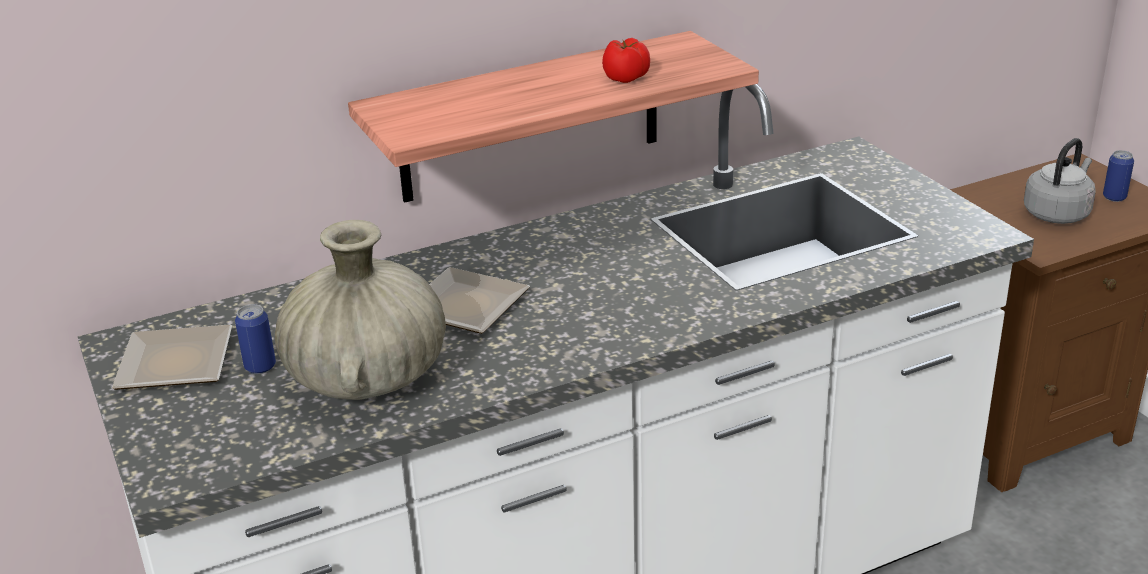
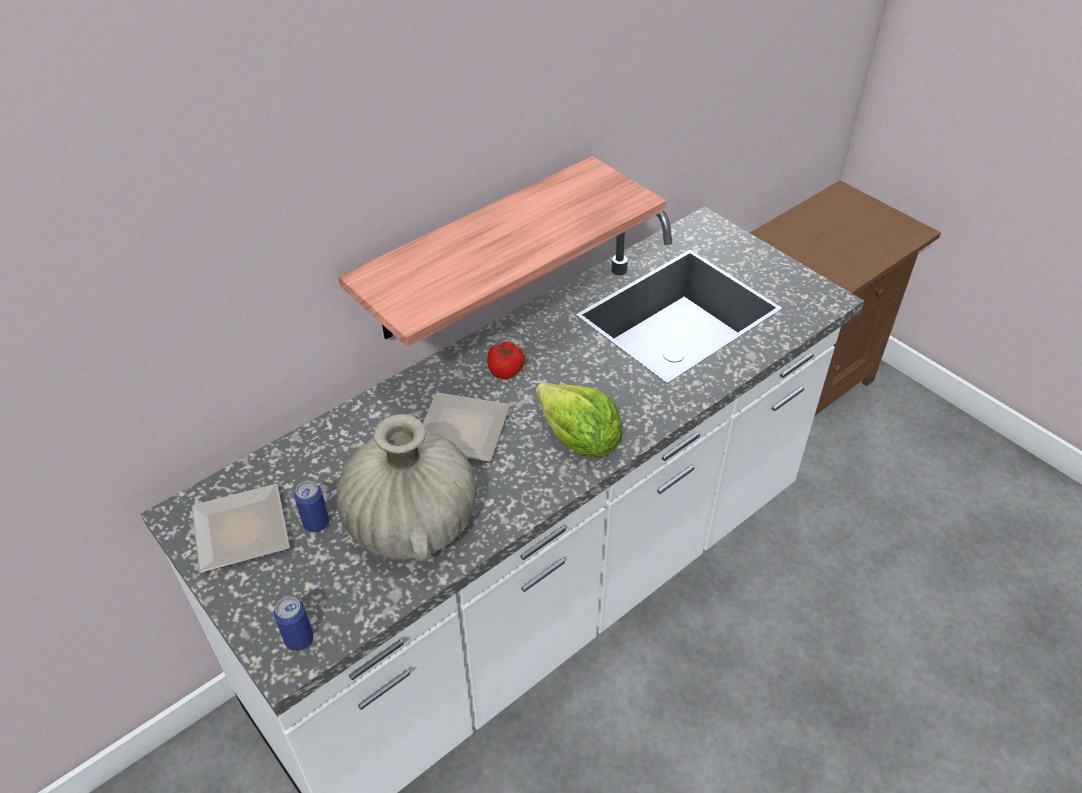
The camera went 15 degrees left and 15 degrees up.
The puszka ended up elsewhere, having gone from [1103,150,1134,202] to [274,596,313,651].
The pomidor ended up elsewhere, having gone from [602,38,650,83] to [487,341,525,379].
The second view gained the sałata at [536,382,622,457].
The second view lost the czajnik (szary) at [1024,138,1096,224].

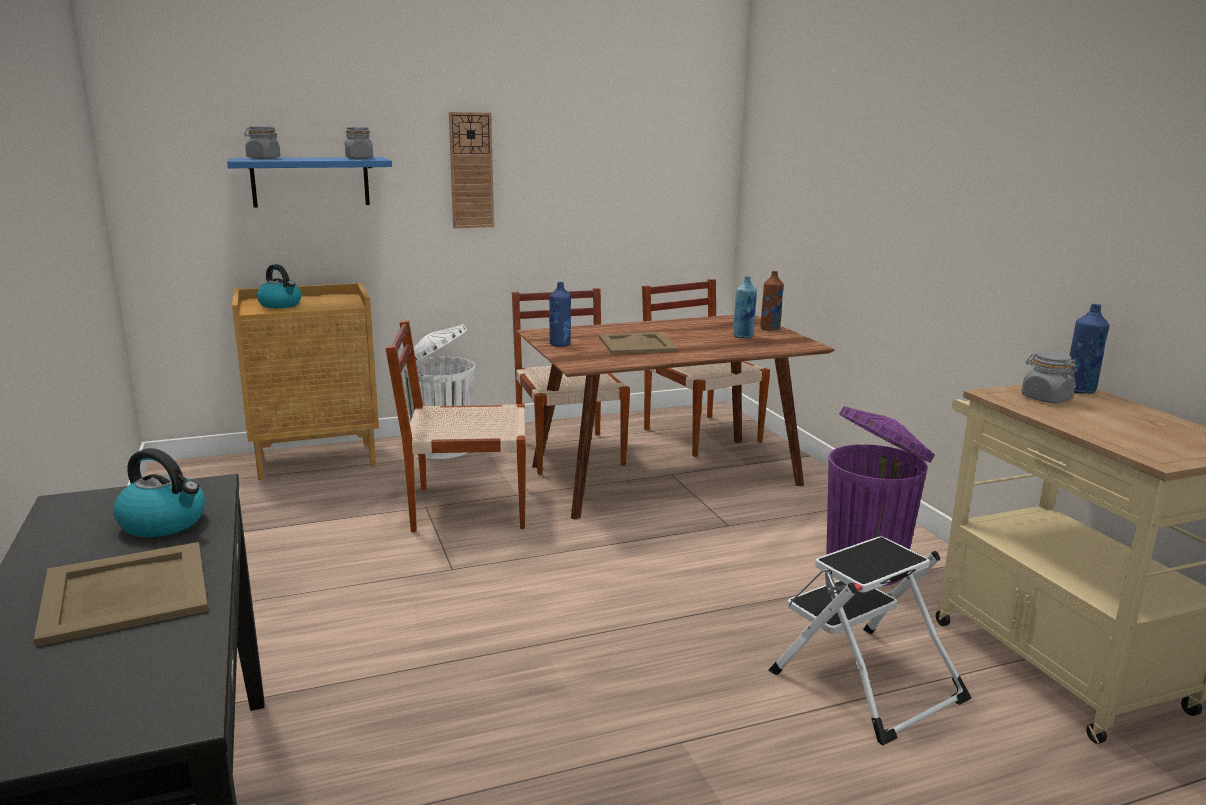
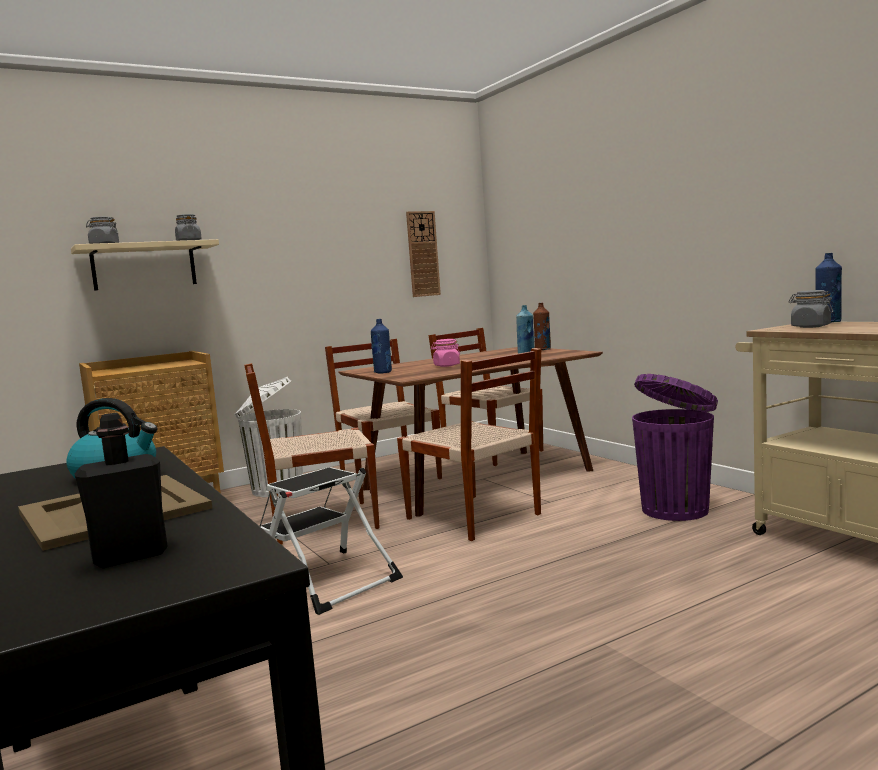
The camera went 10 degrees left and 10 degrees down.
What was the półka (niebieski) at [227,157,392,207] turned into the półka (beżowy) at [71,239,219,291].
The second view gained the butelka (czarny) at [74,413,168,568].
The drabinka ended up elsewhere, having gone from [769,536,971,745] to [260,467,403,615].
The second view gained the krzesło at [397,348,541,541].
The zegar ścienny ended up elsewhere, having gone from [449,112,494,228] to [406,211,441,297].
Where the taca (beżowy) stood at [599,332,678,354], the słoik (różowy) came to stand at [431,339,460,367].
The second view lost the czajnik at [256,264,302,308].

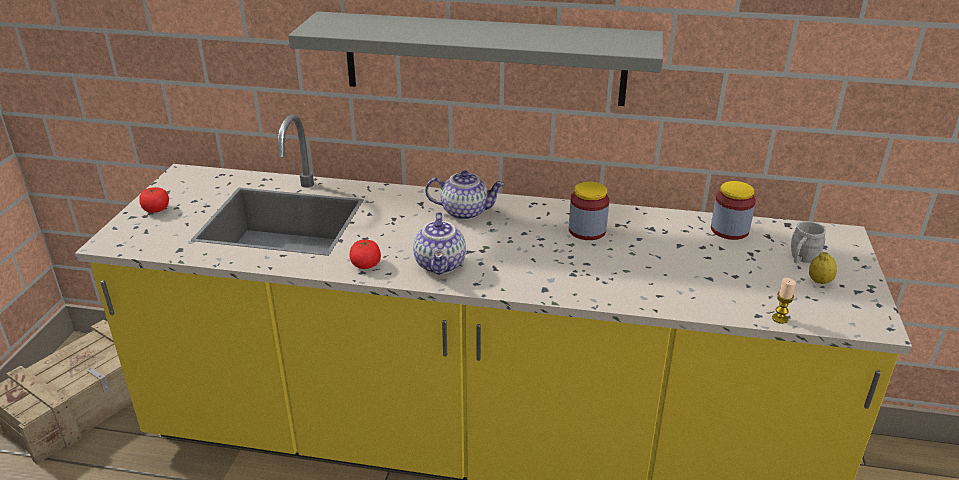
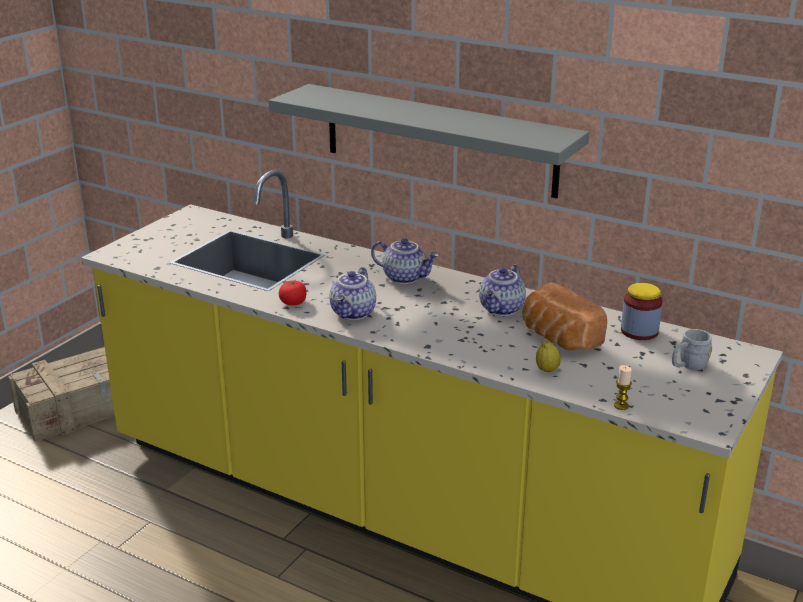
The camera went 20 degrees right and 5 degrees down.
Where the słoik stood at [569,181,609,240], the imbryk came to stand at [479,264,526,316].
The second view gained the chleb at [522,283,607,351].
The cytryna ended up elsewhere, having gone from [809,252,837,284] to [536,340,561,372].
The second view lost the pomidor at [139,187,169,213].

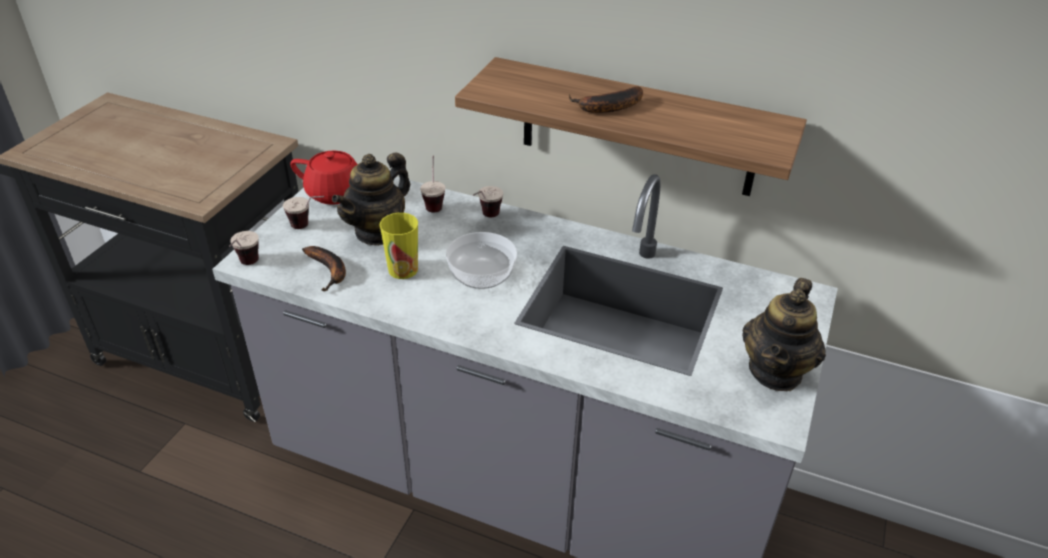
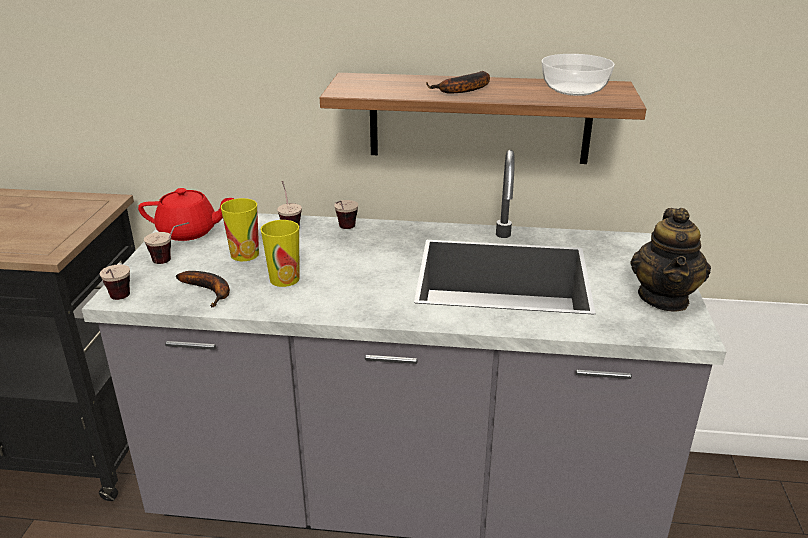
The camera went 15 degrees left and 10 degrees down.
Where the imbryk stood at [332,152,410,246], the filiżanka came to stand at [221,198,259,261].
The miska ended up elsewhere, having gone from [446,232,517,289] to [542,54,615,96].

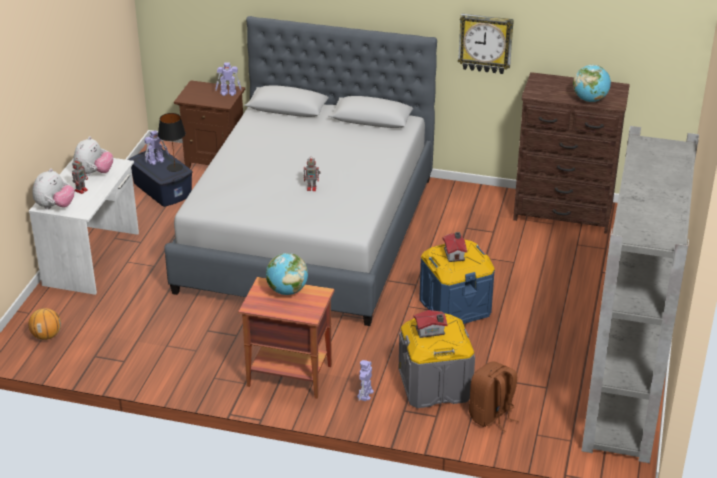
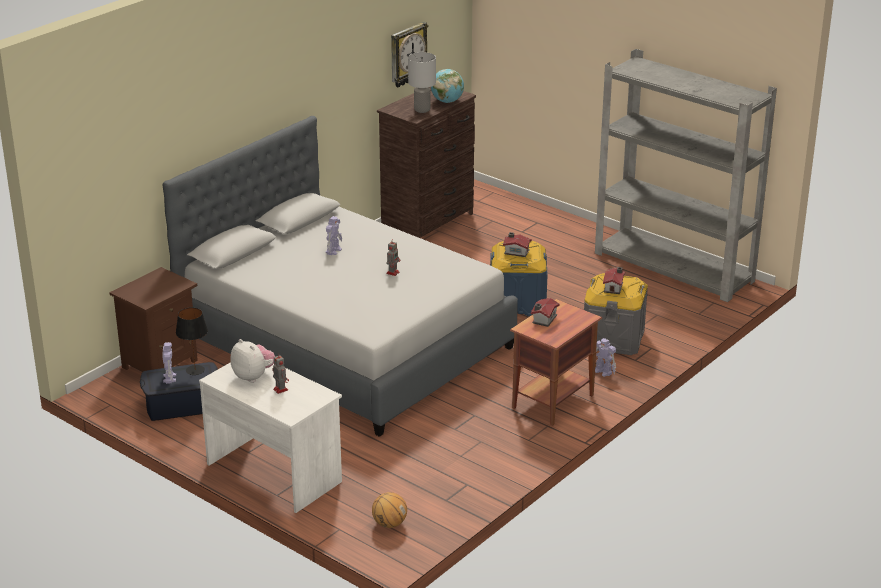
The camera went 65 degrees left and 5 degrees down.
The robot zabawkowy ended up elsewhere, having gone from [215,63,241,96] to [326,216,342,255].
The zegar ścienny ended up elsewhere, having gone from [458,13,514,74] to [391,22,428,87].
The second view gained the lampa stołowa (szary) at [408,52,436,113].
Where the globus stood at [266,253,308,295], the domek came to stand at [531,298,560,327].
The second view lost the pluszak at [32,168,75,209].
The second view lost the plecak (brązowy) at [469,361,519,432].

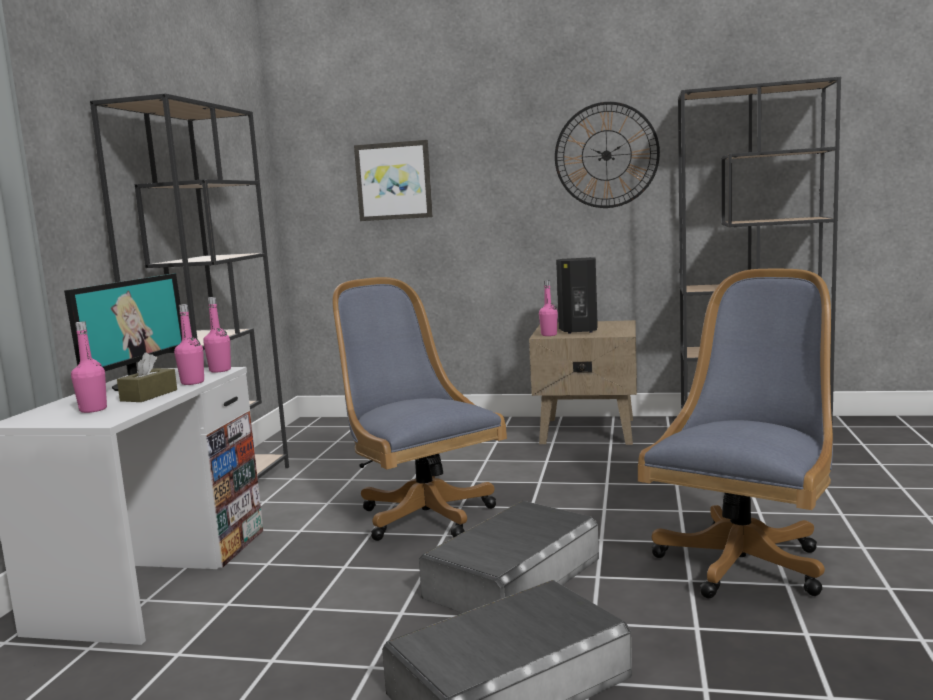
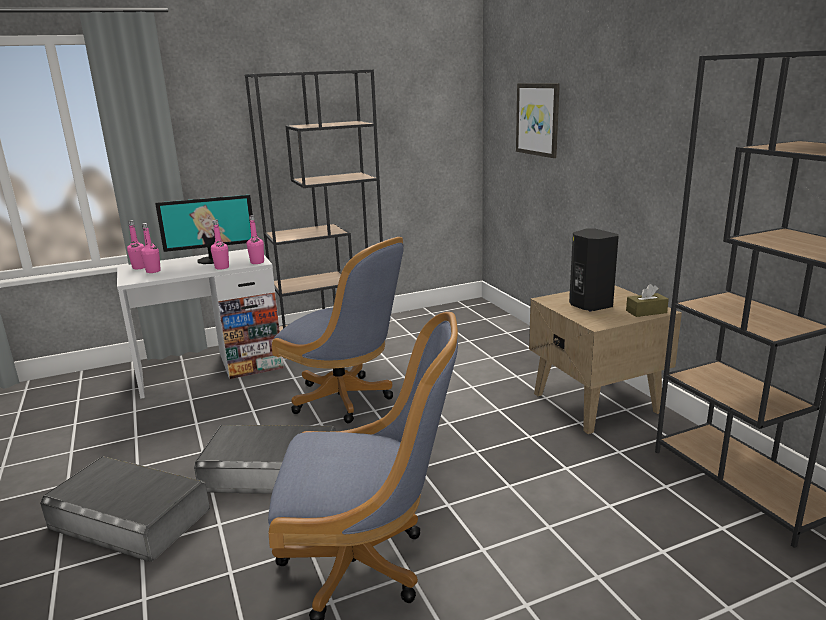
The camera went 55 degrees right and 10 degrees up.
The butelka (różowy) ended up elsewhere, having gone from [539,280,558,336] to [127,220,145,269].
The krzesło biurowe (niebieski) at [333,277,507,541] ended up facing another way, 105 degrees clockwise from before.
The pudełko chusteczek (brązowy) ended up elsewhere, having gone from [117,352,177,402] to [626,284,669,317].
The second view lost the zegar ścienny at [555,102,660,208].

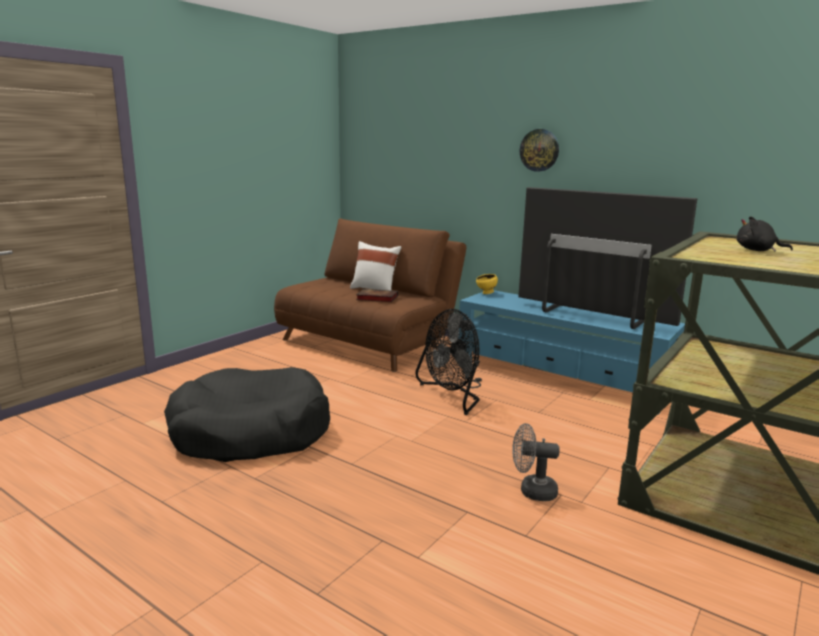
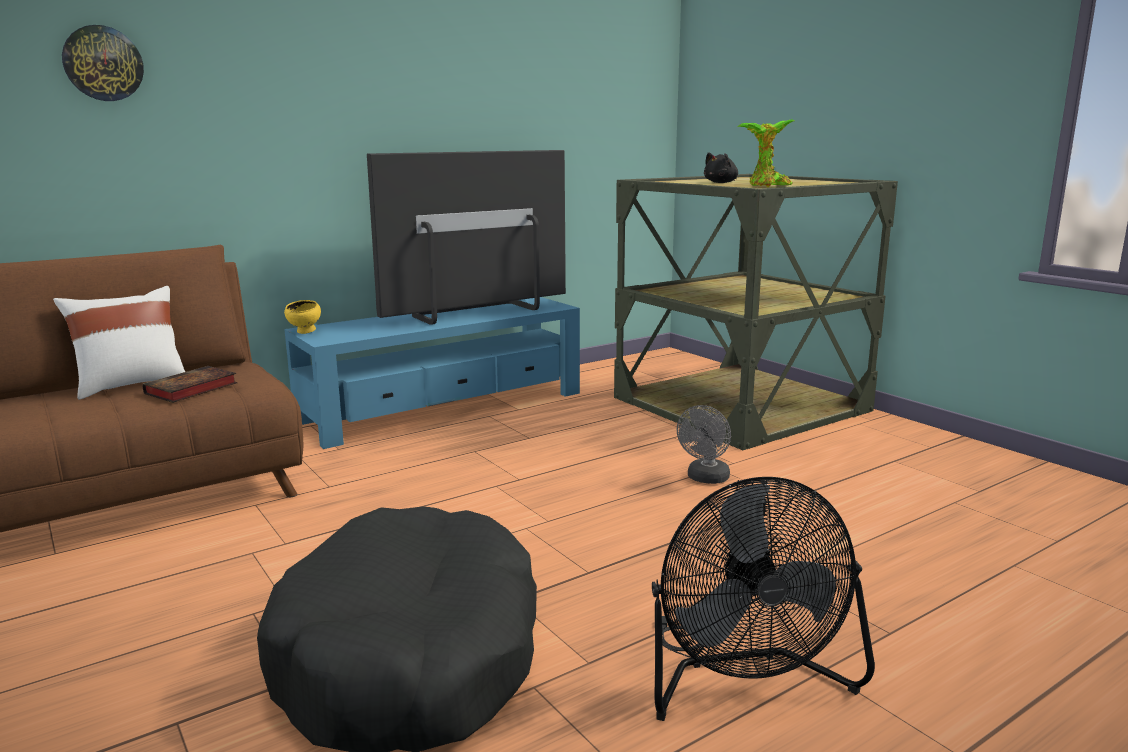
The camera went 70 degrees left and 0 degrees up.
The zegar ścienny ended up elsewhere, having gone from [520,129,559,172] to [62,25,144,101].
The wentylator (czarny) ended up elsewhere, having gone from [416,309,483,415] to [652,477,875,721].
The second view gained the roślina doniczkowa at [737,119,795,187].

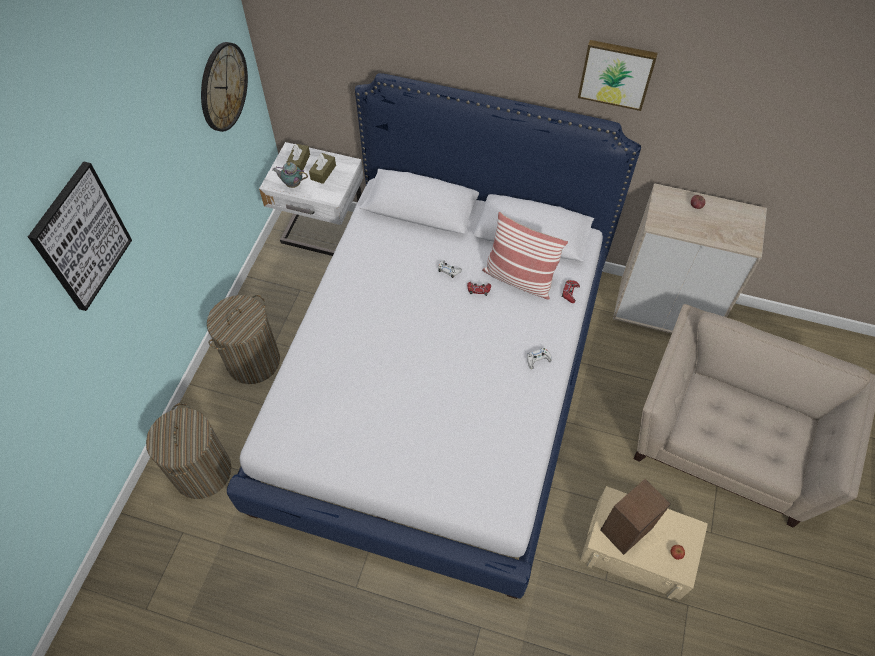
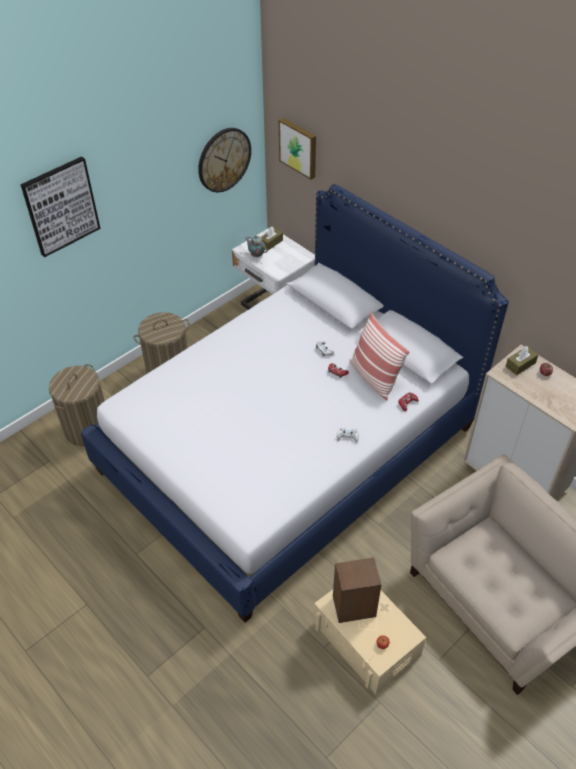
The camera went 30 degrees right and 10 degrees down.
The obraz ended up elsewhere, having gone from [578,40,658,111] to [279,118,316,180].
The pudełko chusteczek (brązowy) ended up elsewhere, having gone from [309,153,336,184] to [505,346,538,375].

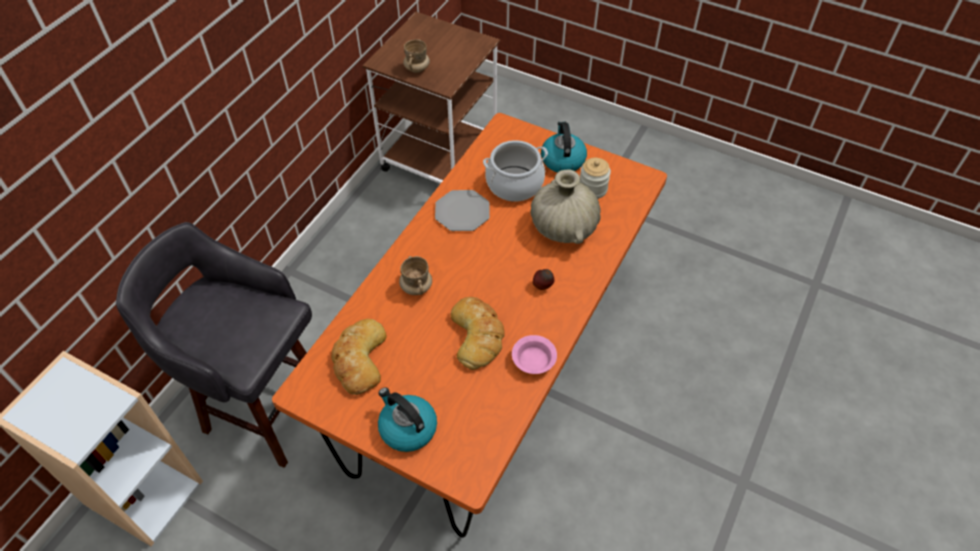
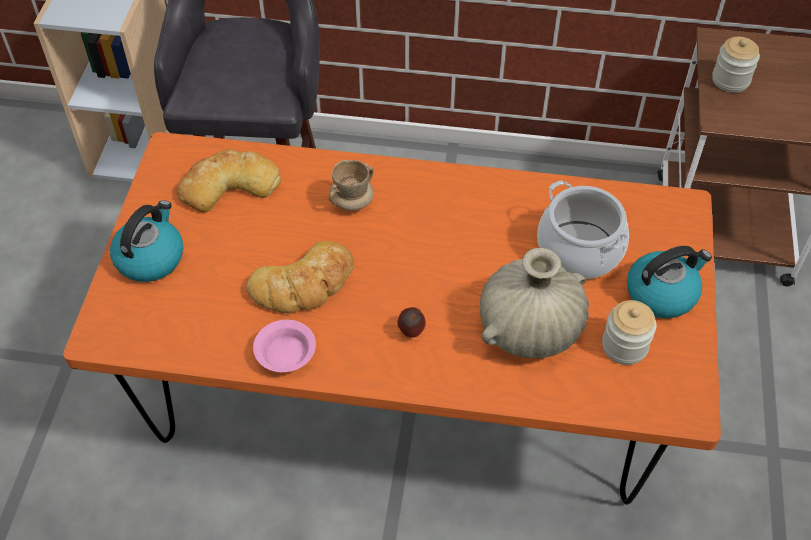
The camera went 70 degrees right and 0 degrees up.
Where the kubek (beżowy) stood at [403,39,430,73], the słoik came to stand at [712,37,760,93].
The second view lost the talerz at [435,190,490,231].

